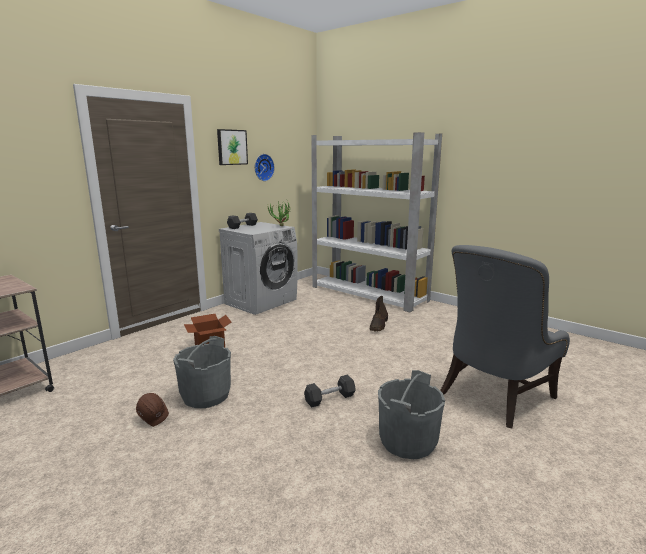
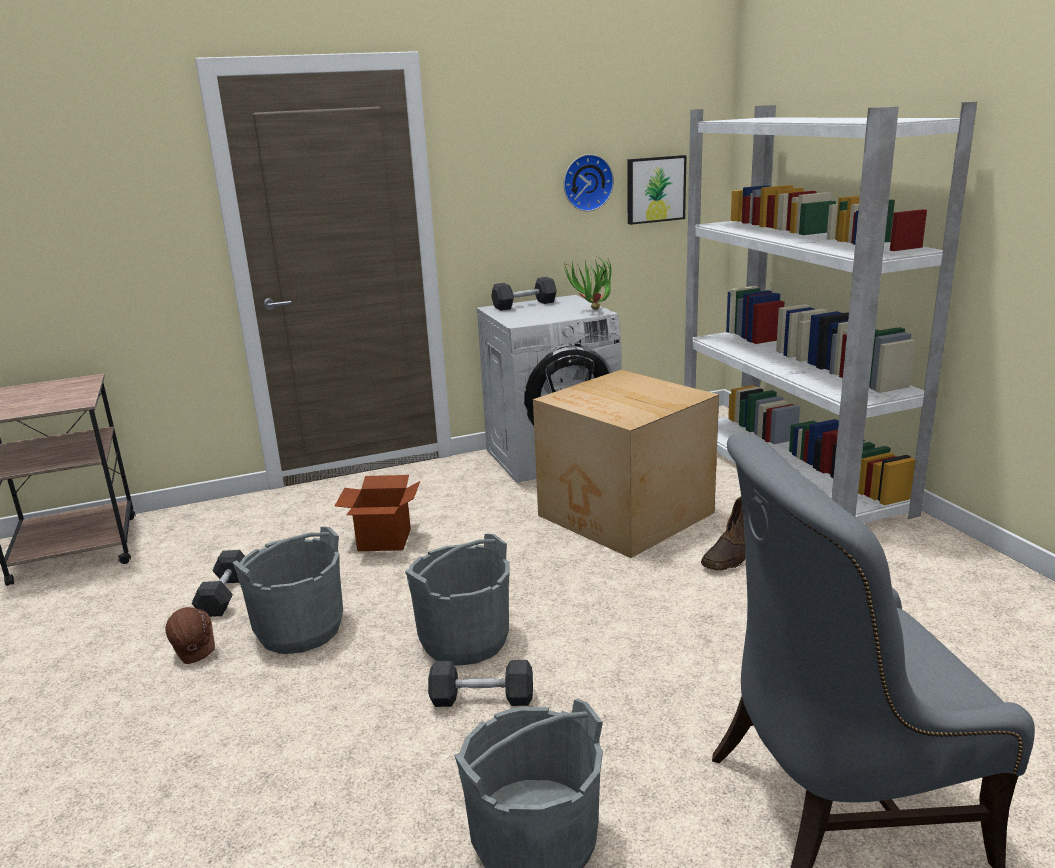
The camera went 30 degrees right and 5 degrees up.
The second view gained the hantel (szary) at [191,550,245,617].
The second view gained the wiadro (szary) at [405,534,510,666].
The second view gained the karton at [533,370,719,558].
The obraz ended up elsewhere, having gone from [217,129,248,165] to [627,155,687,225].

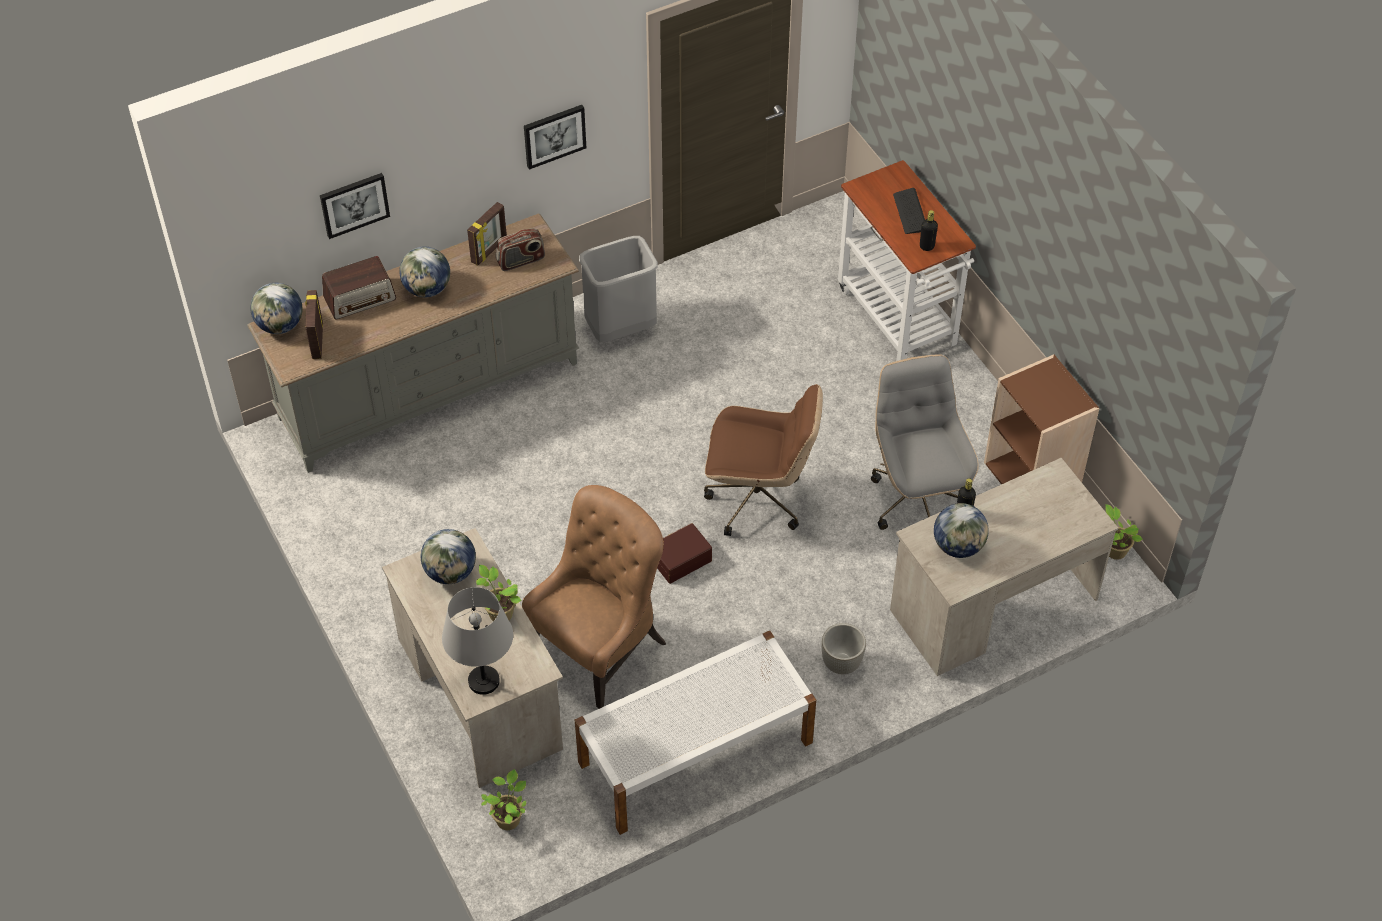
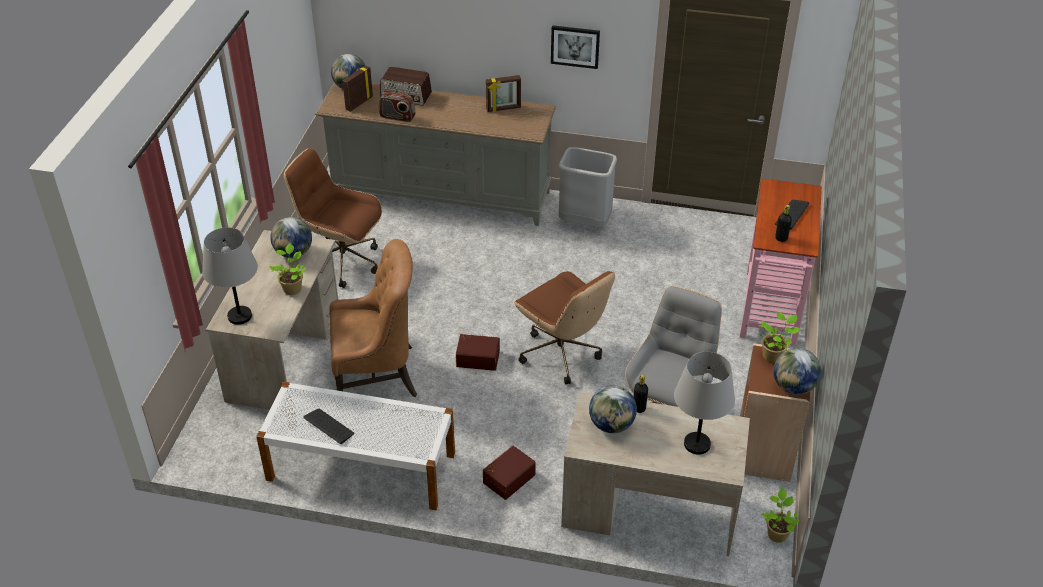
The camera went 40 degrees right and 10 degrees down.
The second view gained the krzesło biurowe (brązowy) at [284,148,382,288].
The second view gained the klawiatura at [303,409,355,444].
The radio ended up elsewhere, having gone from [496,228,545,271] to [379,91,415,122].
Where the donica (szary) stood at [821,623,866,674], the pojemnik do przechowywania (brązowy) came to stand at [483,445,536,500].
The second view gained the lampa stołowa (szary) at [674,352,735,455].
What was the wózek (biały) at [838,160,976,361] turned into the wózek (różowy) at [740,178,822,346].
The roślina doniczkowa ended up elsewhere, having gone from [481,769,526,830] to [758,312,800,363].
The globus ended up elsewhere, having gone from [399,246,450,297] to [773,348,821,395].
The second view lost the obraz at [320,173,390,239].

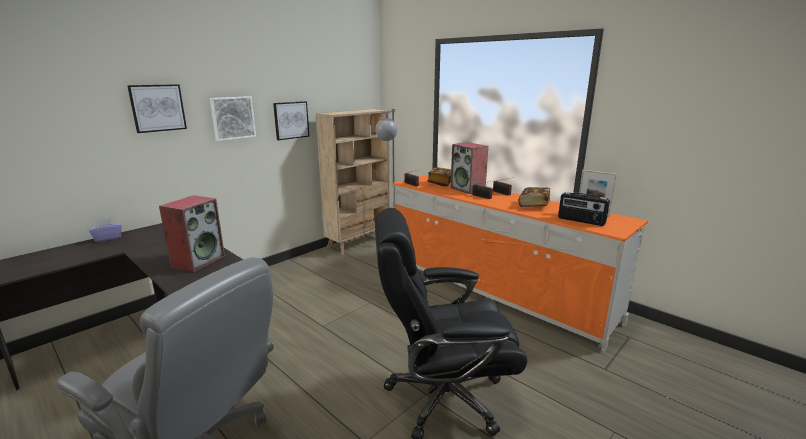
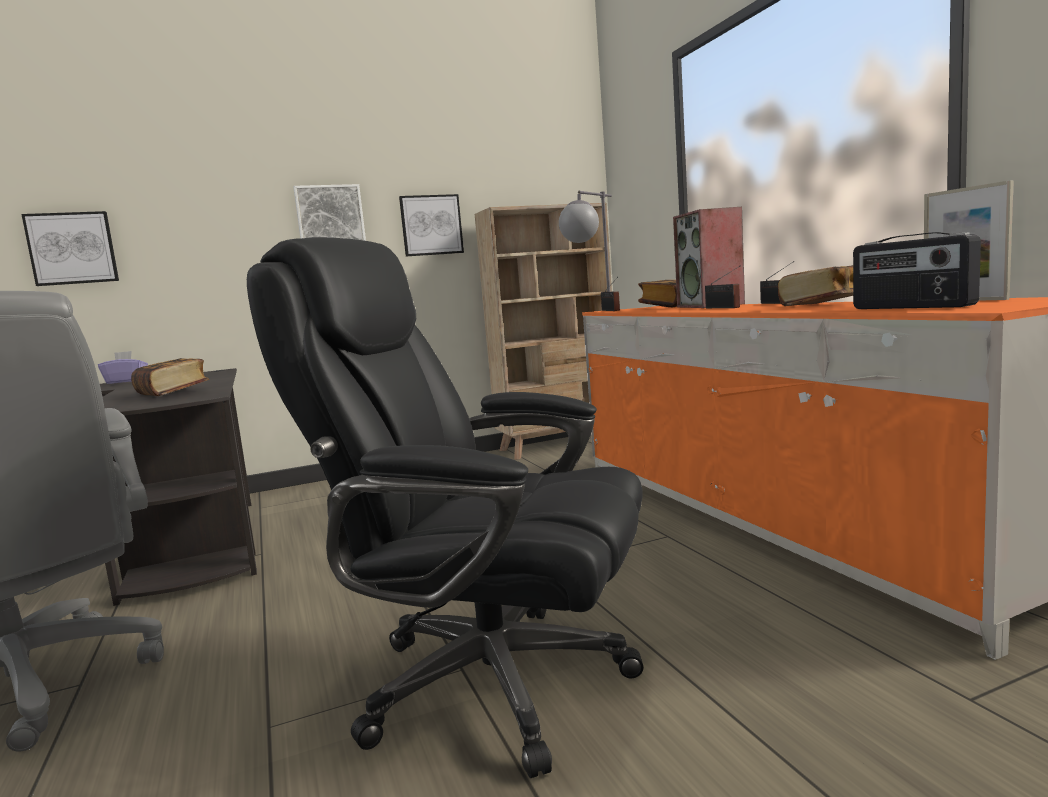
The camera went 25 degrees right and 10 degrees down.
The obraz ended up elsewhere, having gone from [127,84,187,133] to [21,211,119,286].
Where the głośnik stood at [159,195,225,272], the książka came to stand at [131,358,209,396].

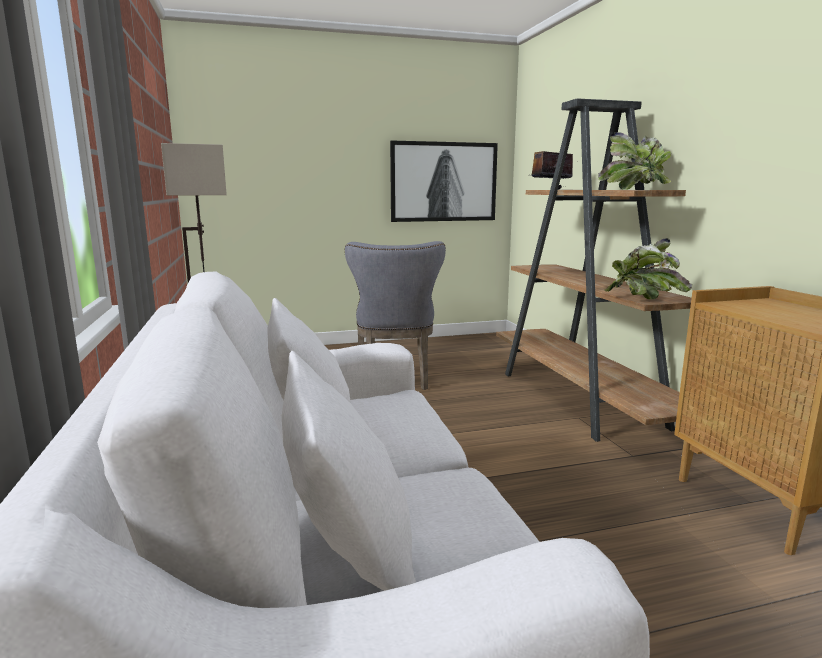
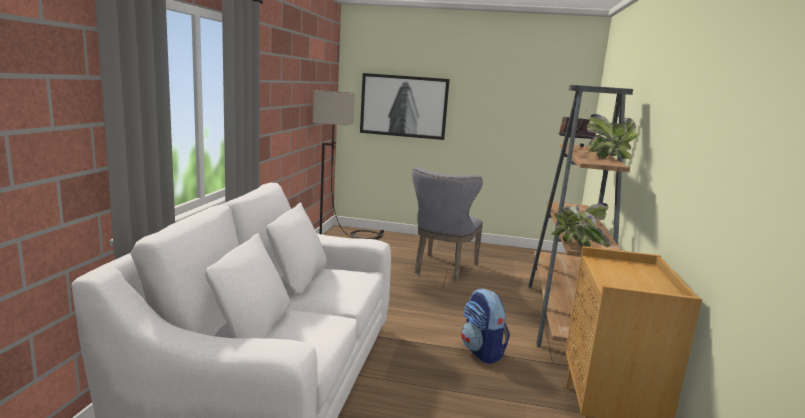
The camera went 25 degrees right and 0 degrees up.
The obraz ended up elsewhere, having gone from [390,140,498,222] to [360,73,450,140].
The second view gained the plecak at [461,289,510,364].

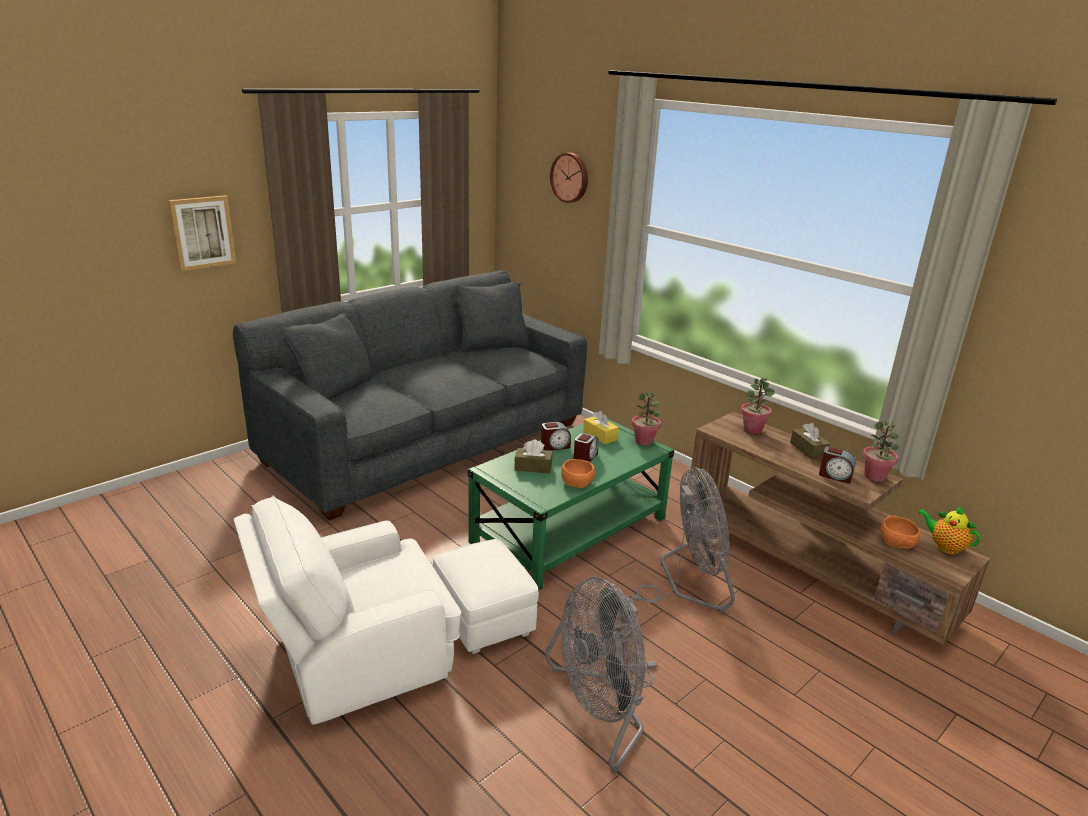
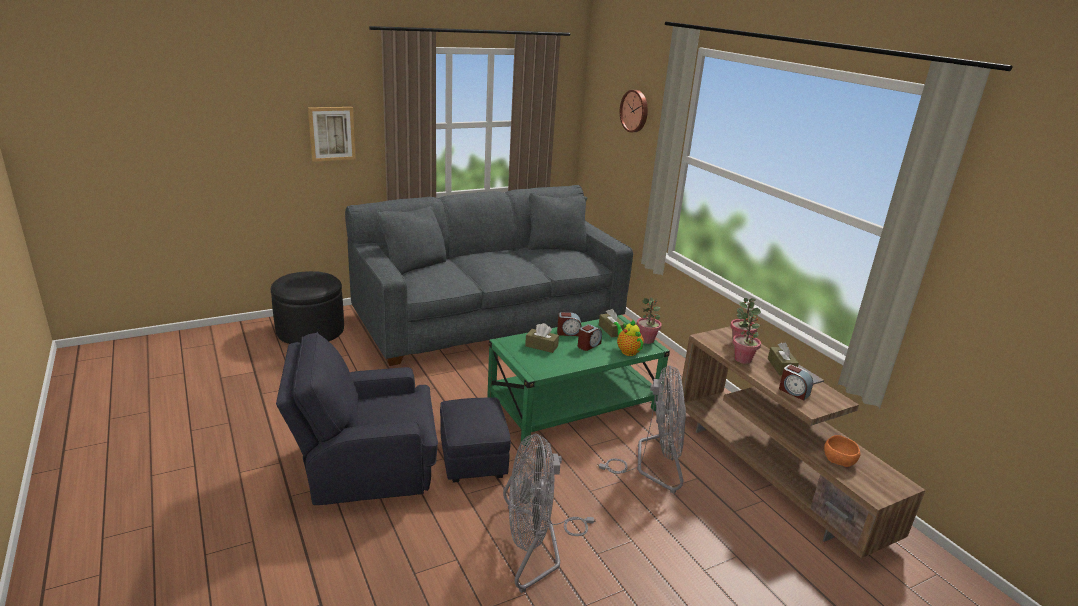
The camera went 15 degrees right and 0 degrees up.
The second view gained the pufa (czarny) at [271,271,344,344].
What was the fotel (biały) at [233,496,539,724] turned into the fotel (czarny) at [276,332,511,505].
What was the pudełko chusteczek (żółty) at [583,411,619,444] turned into the pudełko chusteczek (brązowy) at [599,309,624,338].
The imbryk ended up elsewhere, having gone from [917,506,981,554] to [614,320,644,356].
The roślina doniczkowa ended up elsewhere, having gone from [862,420,900,482] to [732,312,761,364].
The second view lost the miska (pomarańczowy) at [561,459,595,488].

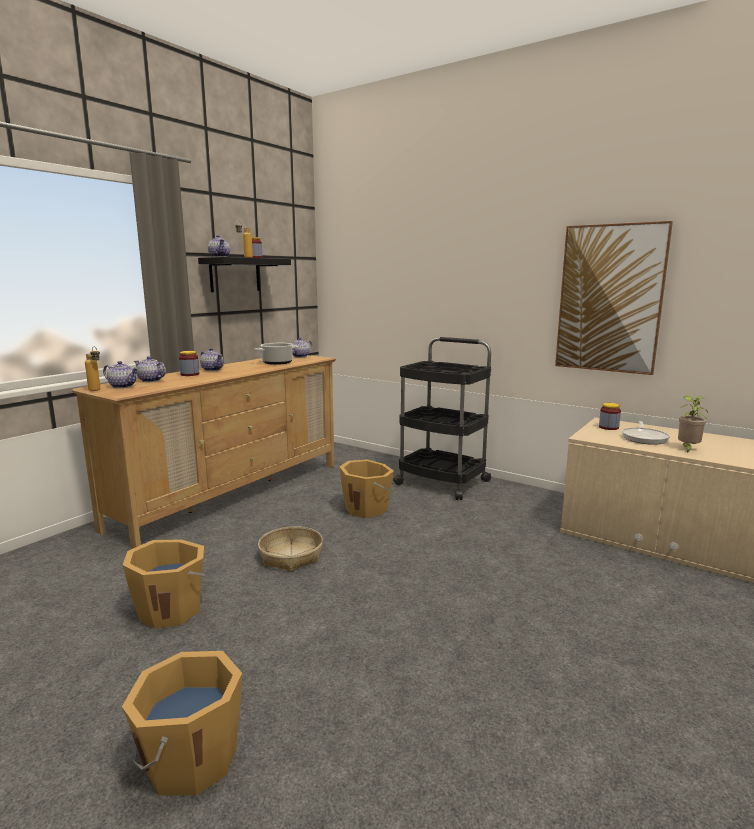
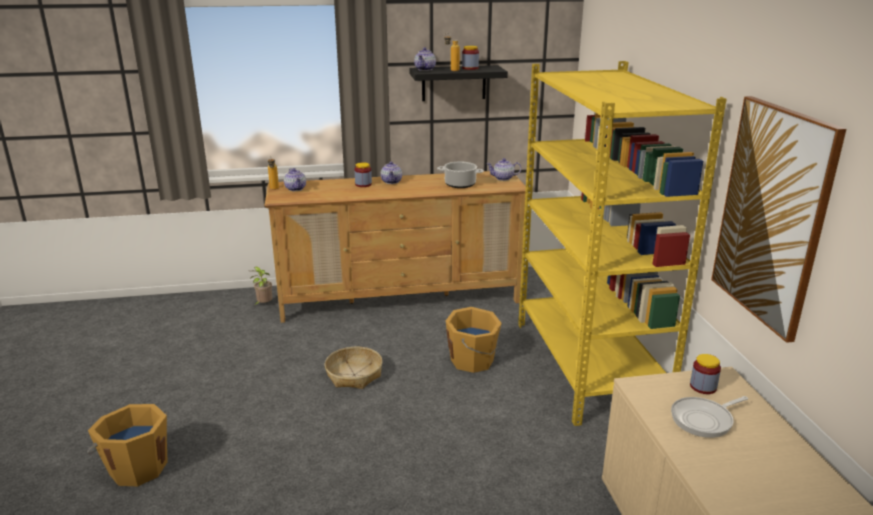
The camera went 45 degrees right and 10 degrees up.
The roślina doniczkowa ended up elsewhere, having gone from [678,396,708,452] to [251,267,272,305].
Where the wózek (czarny) stood at [393,337,491,500], the regał (żółty) came to stand at [518,61,727,426].
The second view lost the wiadro (pomarańczowy) at [123,540,210,629].
The second view lost the imbryk at [134,356,166,382].

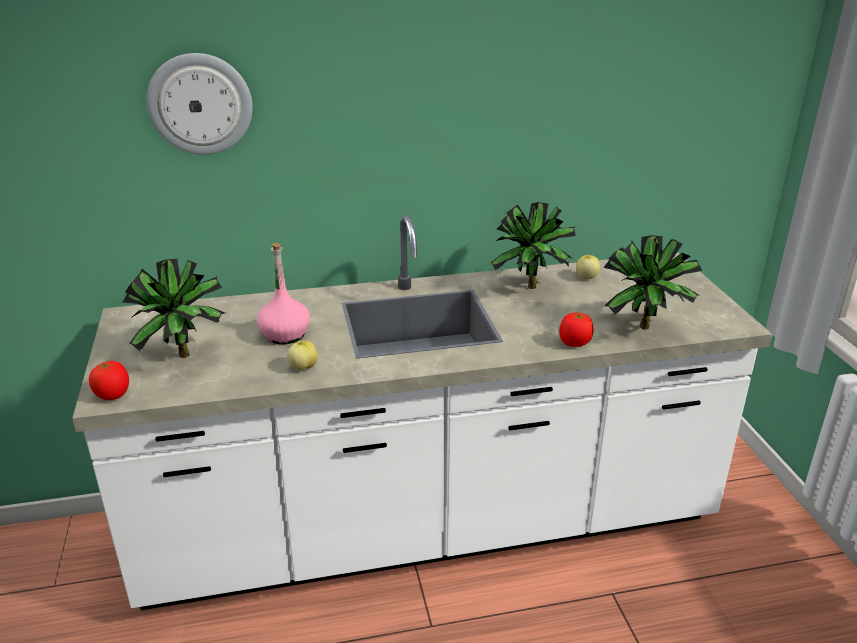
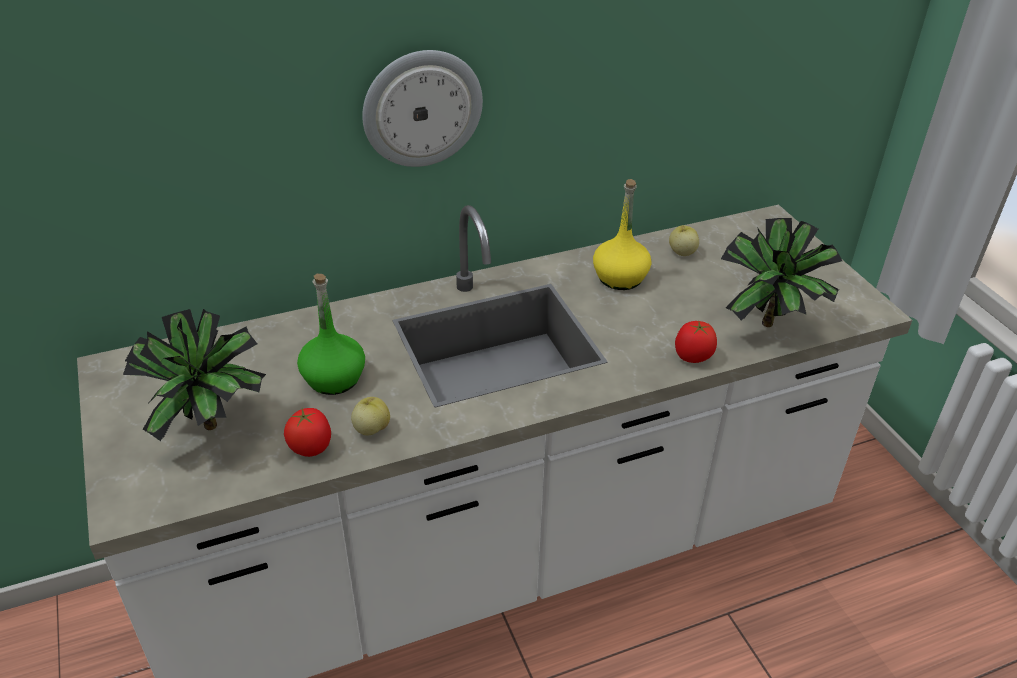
The camera went 10 degrees left and 10 degrees up.
The pomidor ended up elsewhere, having gone from [89,361,129,400] to [284,408,331,457].
What was the butelka (różowy) at [257,243,310,344] turned into the butelka (zielony) at [297,274,365,395].
The zegar ścienny ended up elsewhere, having gone from [147,53,253,155] to [362,50,483,167].
Where the roślina doniczkowa stood at [491,202,576,289], the butelka (żółty) came to stand at [593,179,652,290].

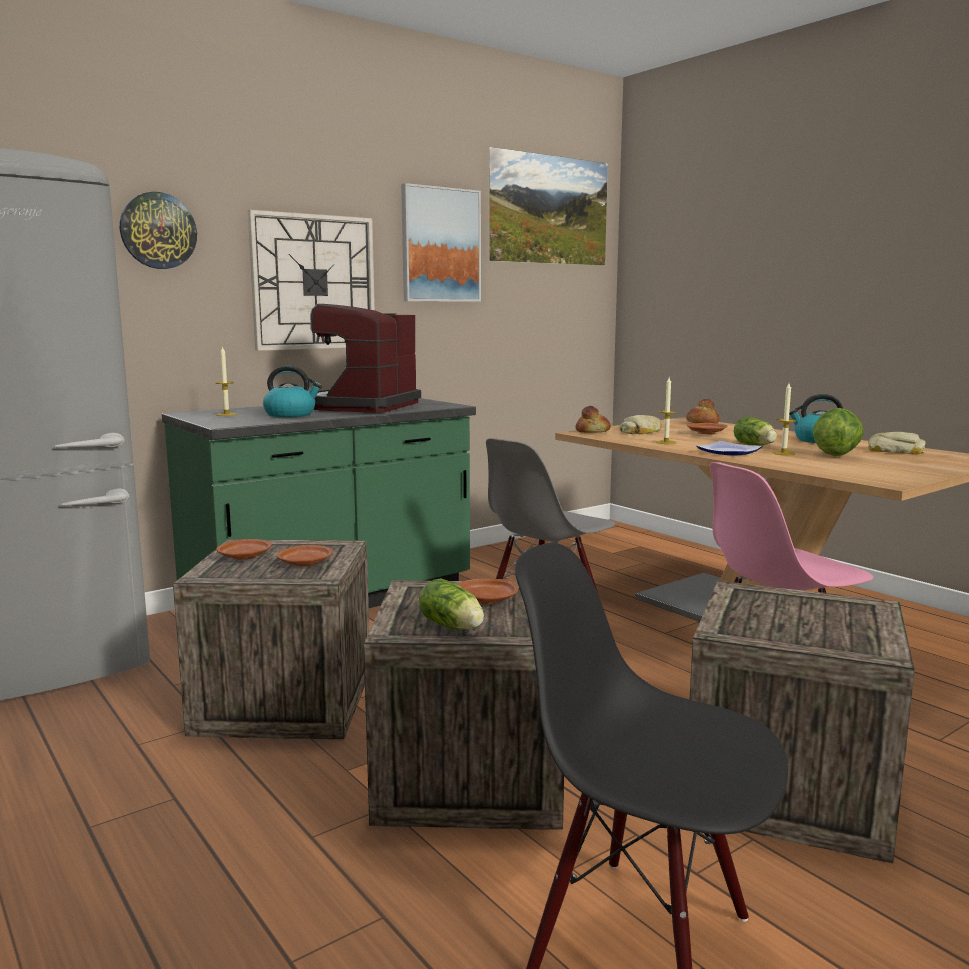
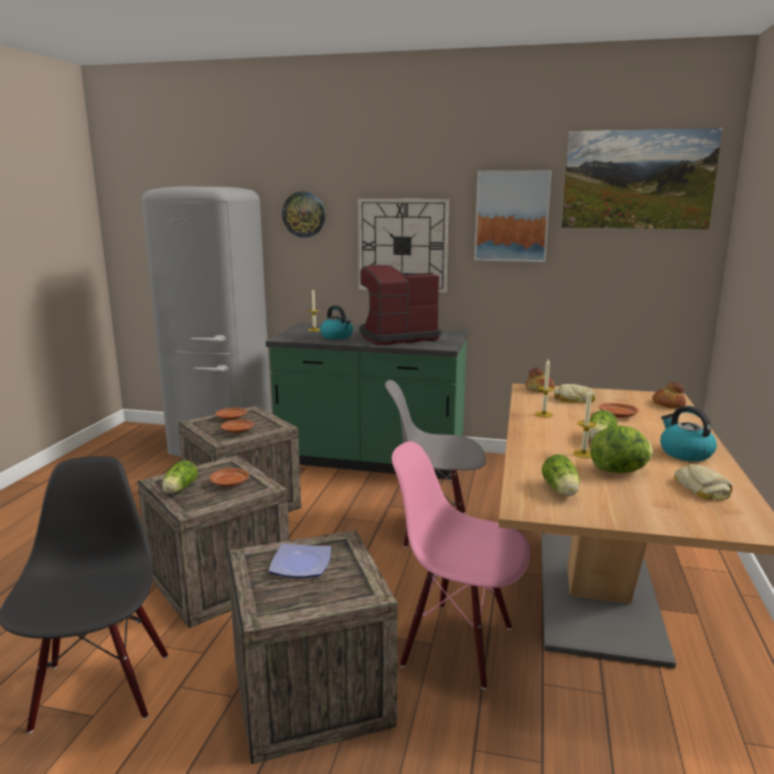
The camera went 50 degrees right and 5 degrees up.
The talerz ended up elsewhere, having gone from [696,441,762,456] to [269,544,331,578].
The second view gained the sałata at [542,454,580,496].

